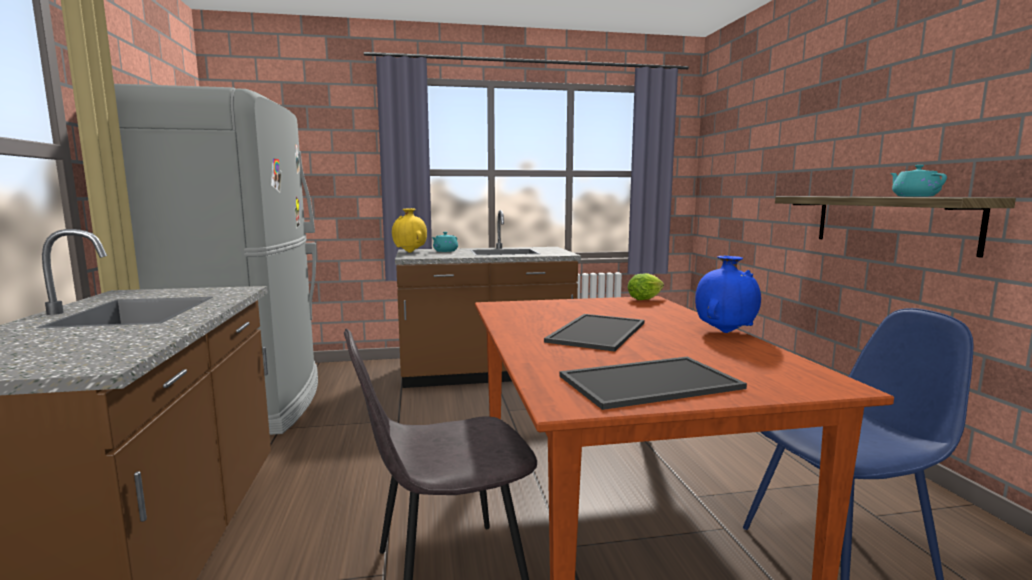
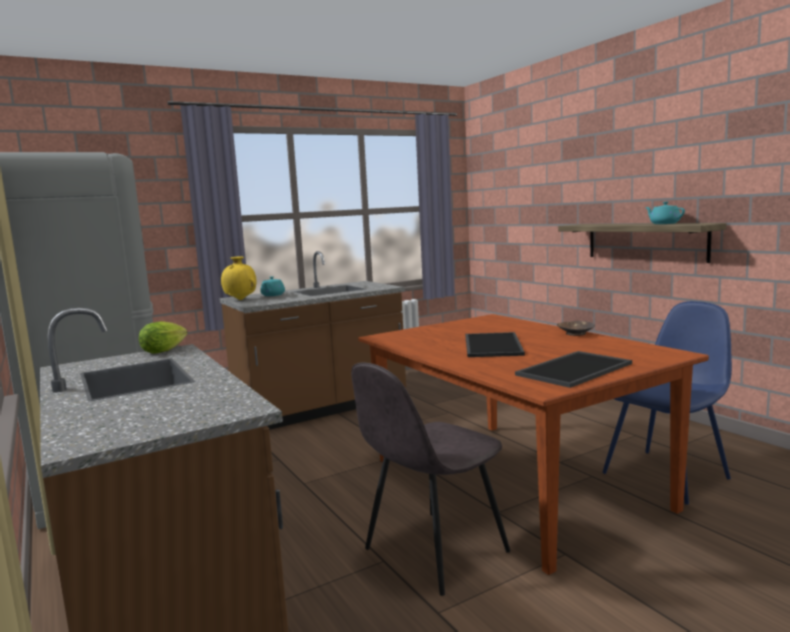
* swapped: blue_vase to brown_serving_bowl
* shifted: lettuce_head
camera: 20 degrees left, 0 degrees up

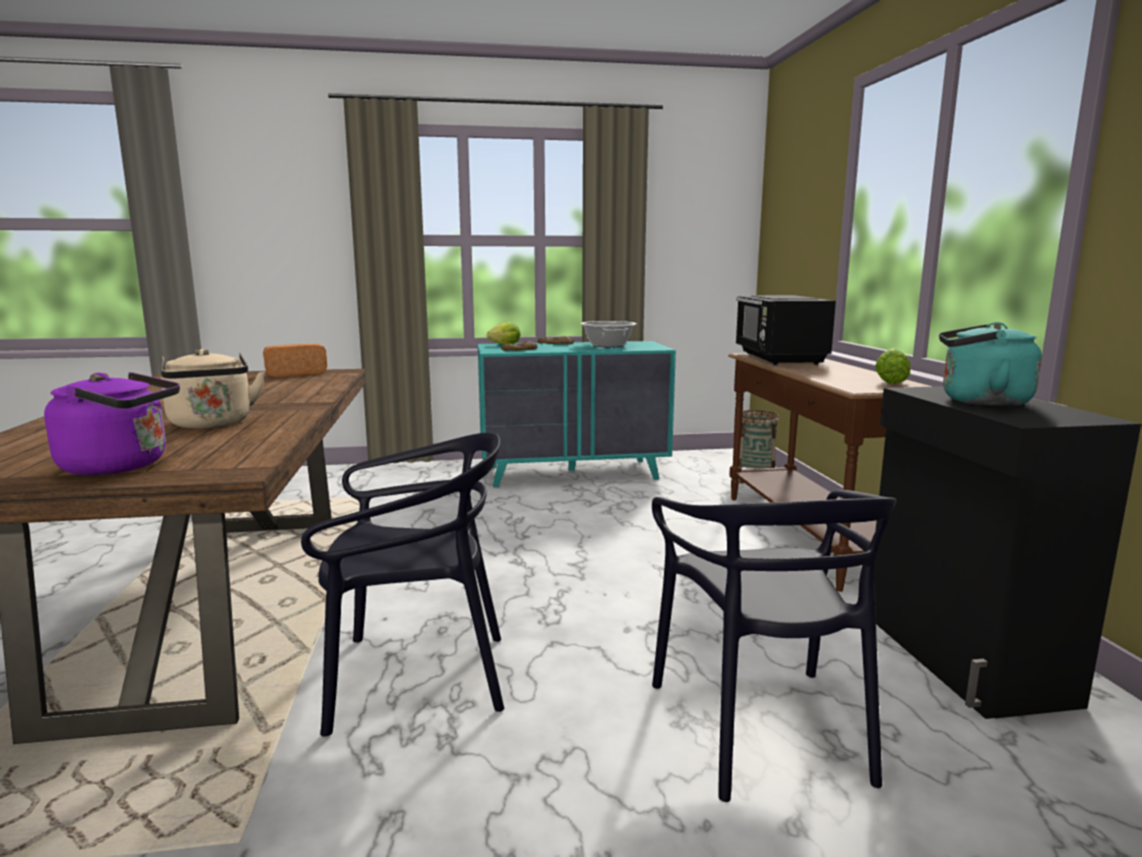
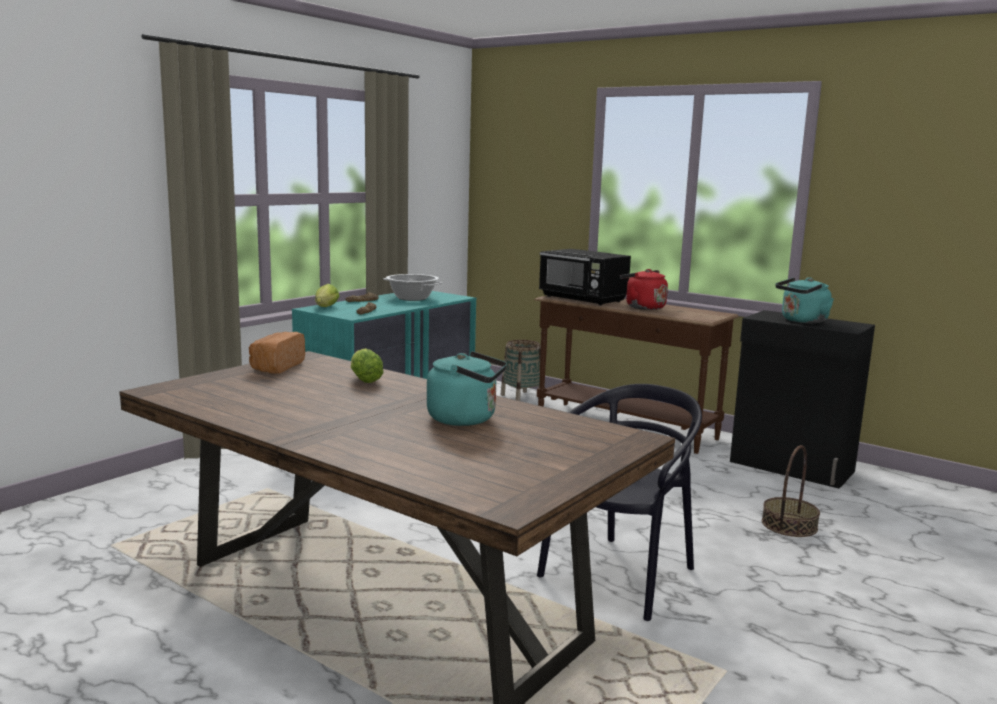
* shifted: lettuce_head (no. 2 from left)
* repainted: beige-coloured_tea_kettle to turquoise-coloured_tea_kettle (no. 1 from left)
* gone: purple-coloured_tea_kettle
* swapped: black-coloured_plain_chair (no. 2 from left) to household_basket (no. 2 from left)
* new: red-coloured_tea_kettle
camera: 45 degrees left, 0 degrees up

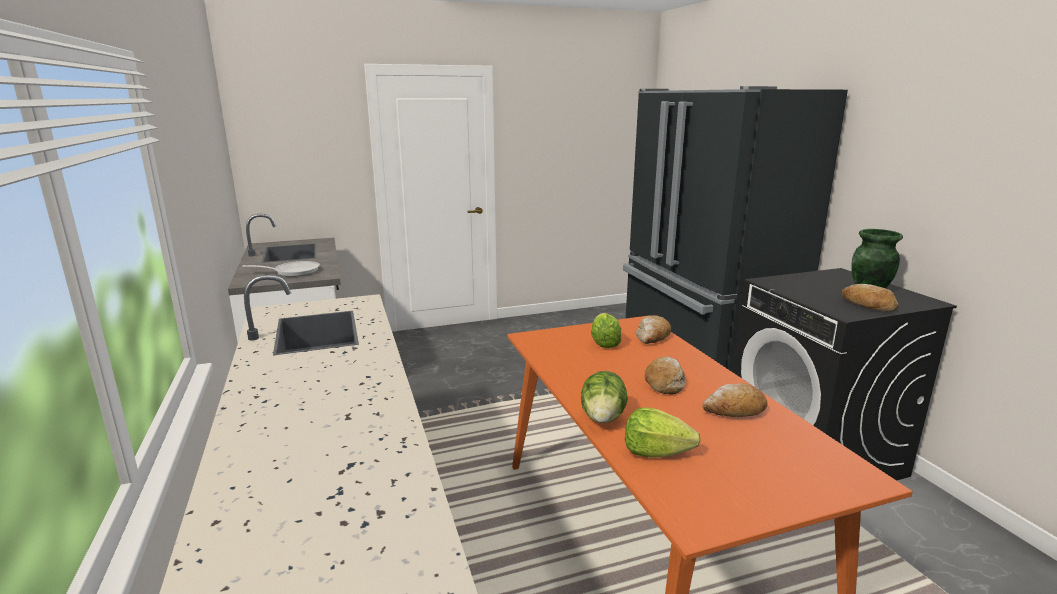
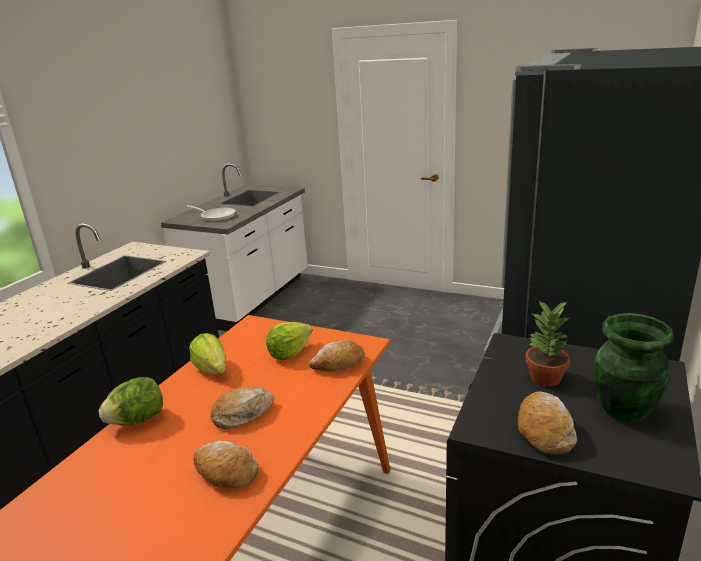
* shifted: lettuce_head (no. 3 from left in the first image) to lettuce_head (no. 2 from left)
* new: potted_plant
camera: 45 degrees right, 5 degrees up

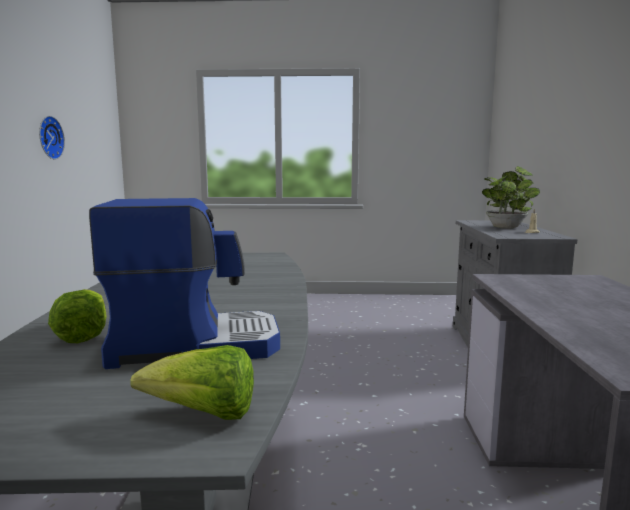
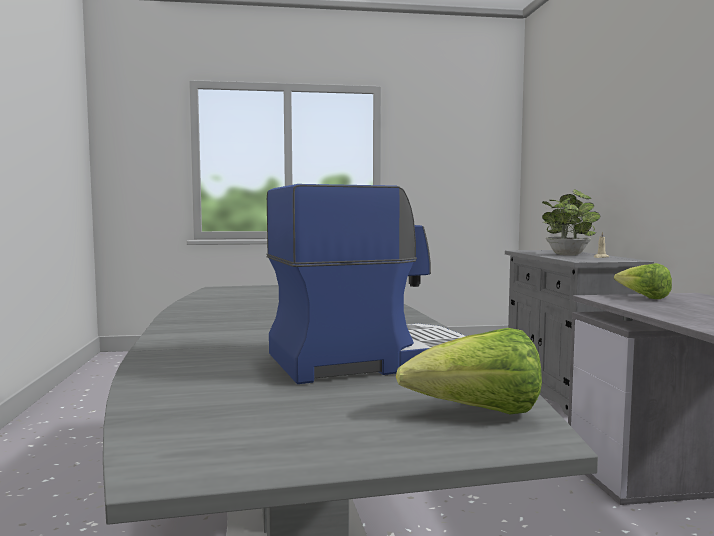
* gone: clock_on_the_wall
* shifted: lettuce_head (no. 1 from left in the first image) to lettuce_head (no. 2 from left)
camera: 10 degrees left, 5 degrees down

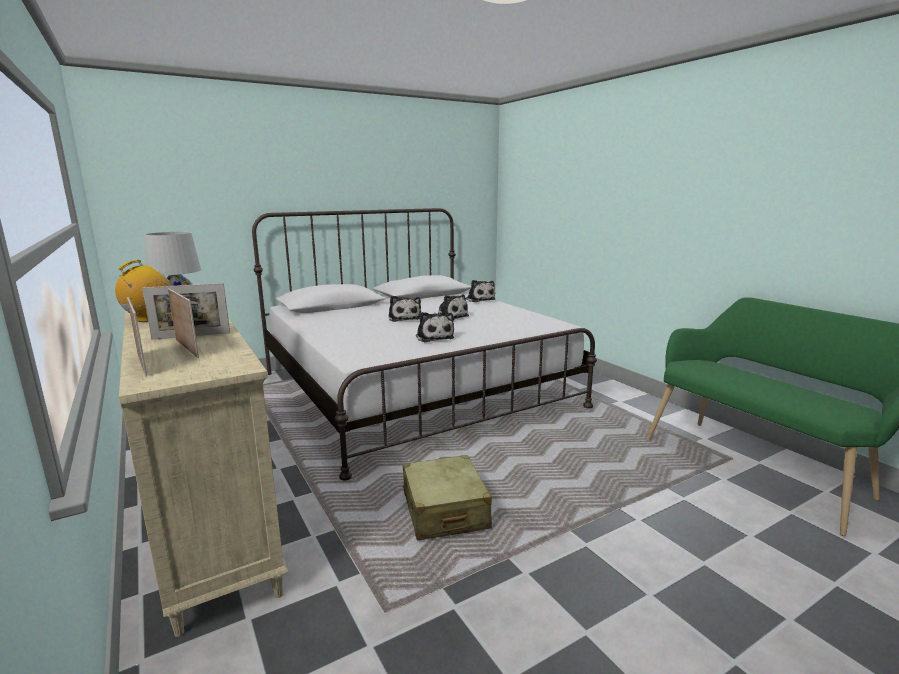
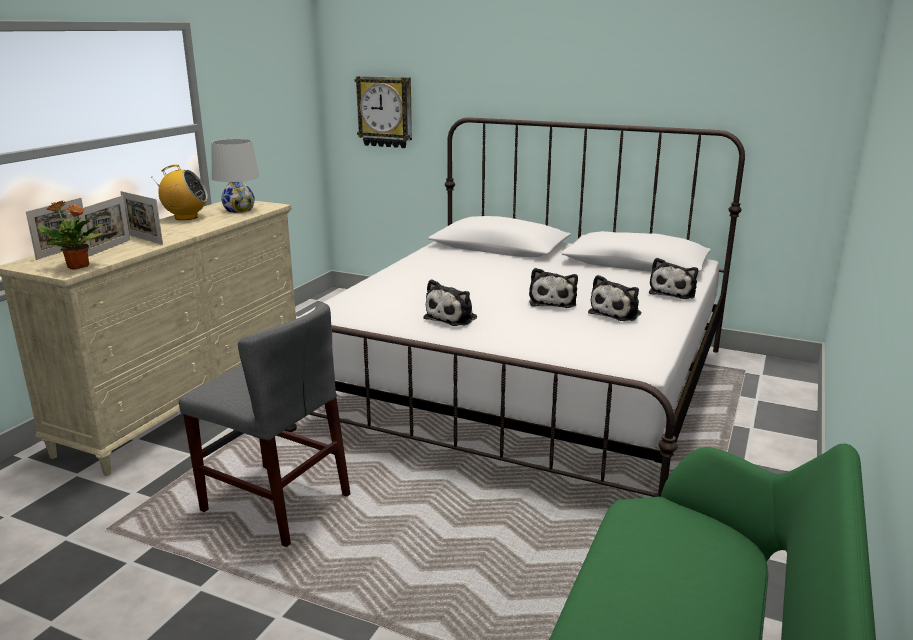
* shifted: cuddly_toy (no. 1 from left in the first image) to cuddly_toy (no. 3 from left)
* swapped: beige-coloured_travel_case to greyish_plain_chair
* new: clock_on_the_wall
* new: potted_plant
camera: 55 degrees right, 5 degrees up

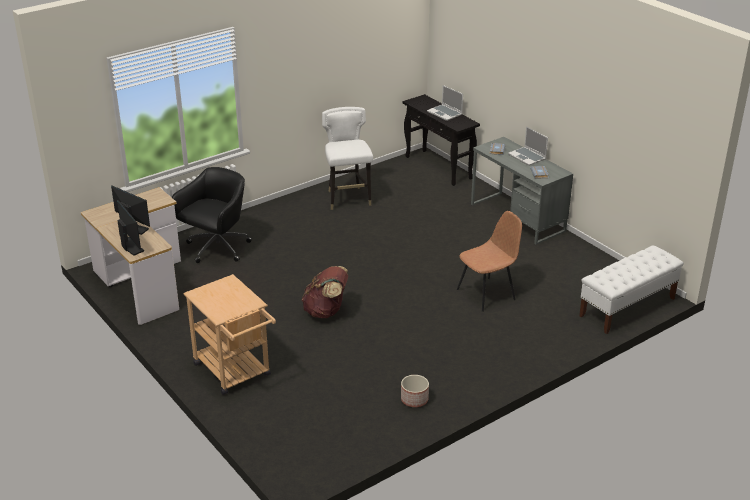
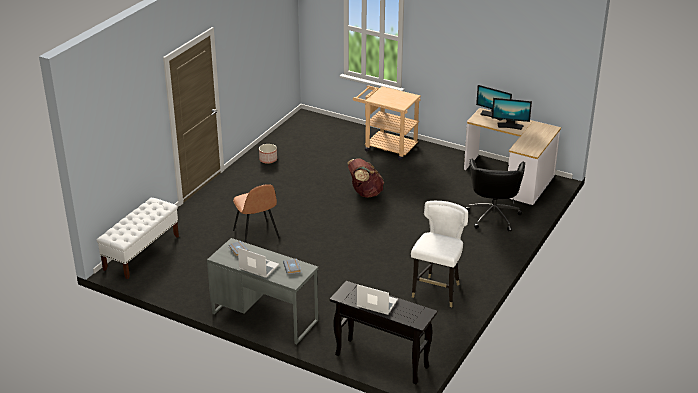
* rotated: white_plain_chair 120 degrees counterclockwise
* rotated: brown_plain_chair 60 degrees counterclockwise
camera: 155 degrees right, 0 degrees up

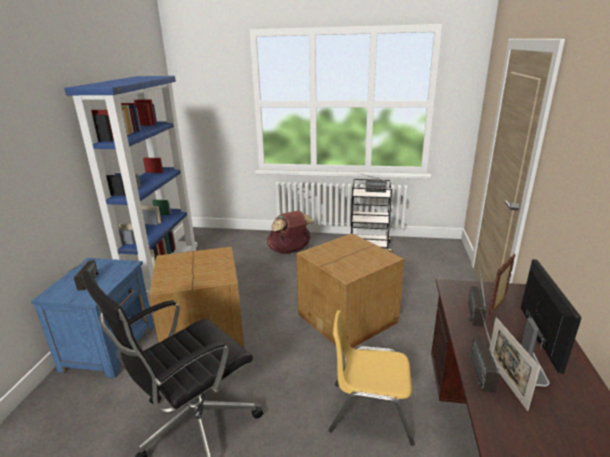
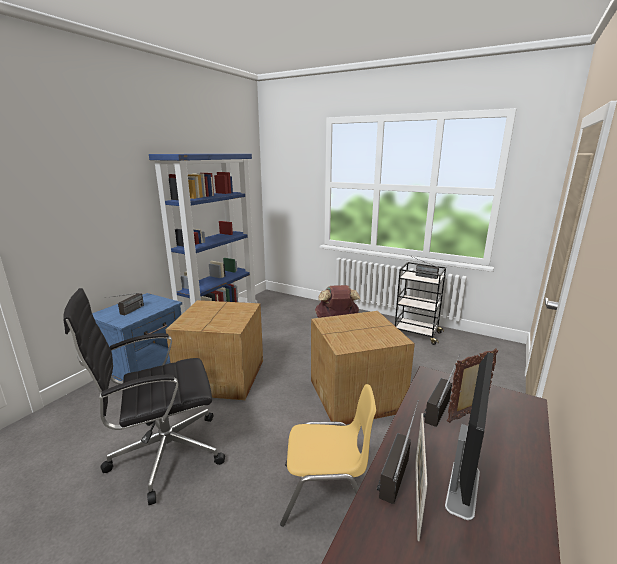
* rotated: yellow_plain_chair 150 degrees clockwise
camera: 20 degrees right, 5 degrees down

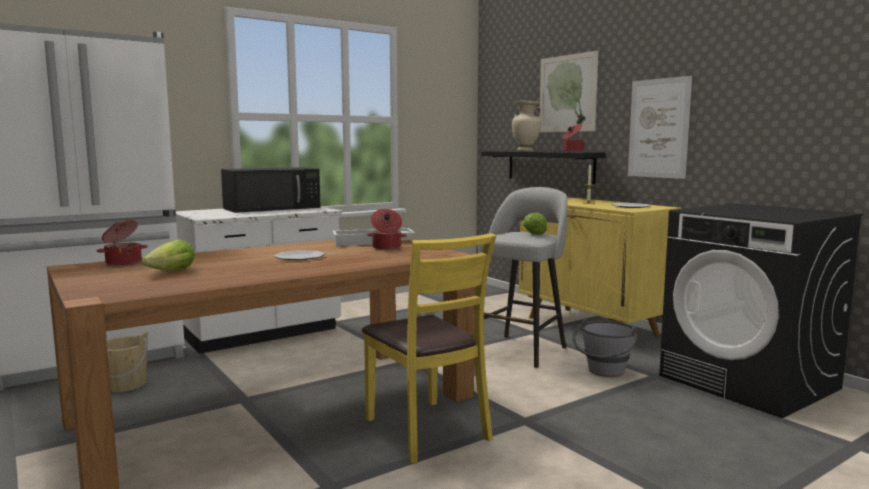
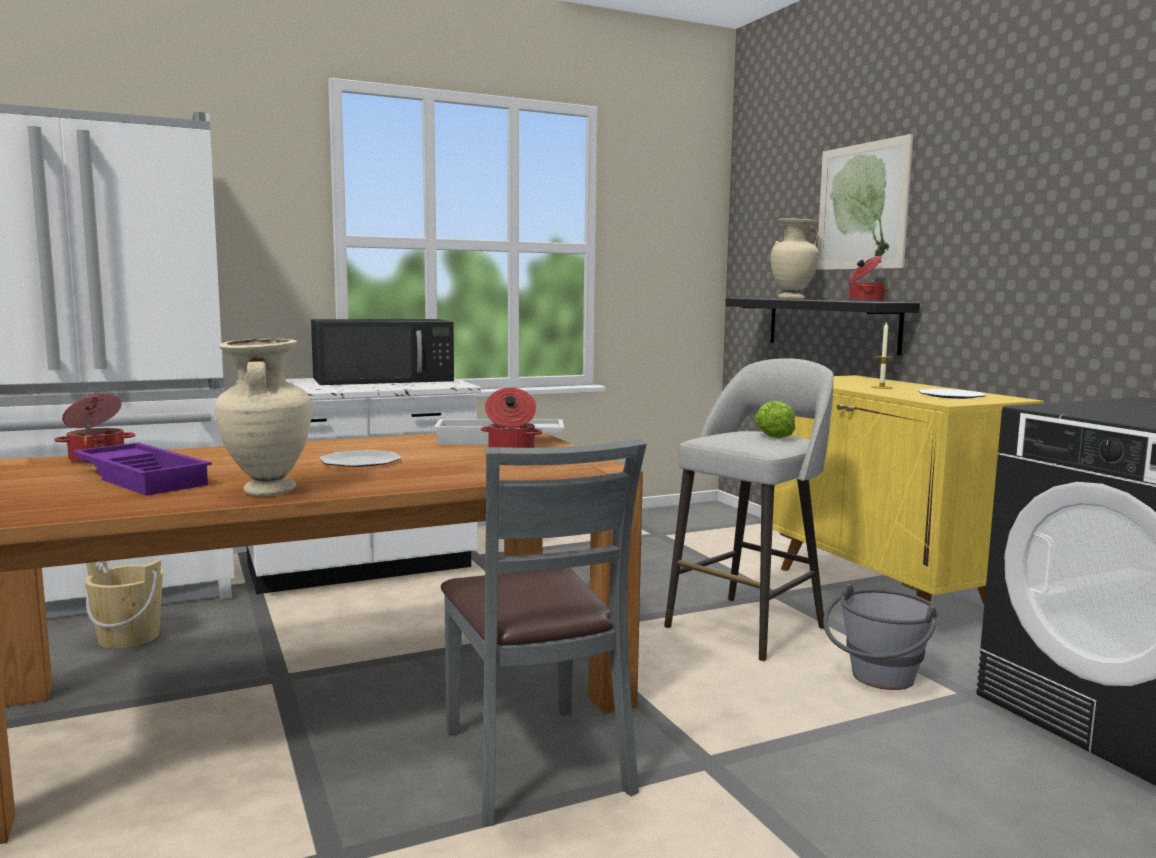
* gone: picture (no. 2 from left)
* repainted: yellow_plain_chair to greyish_plain_chair
* swapped: lettuce_head (no. 1 from left) to purple-coloured_serving_tray
* new: beige-coloured_vase (no. 1 from left)
camera: 10 degrees right, 0 degrees up

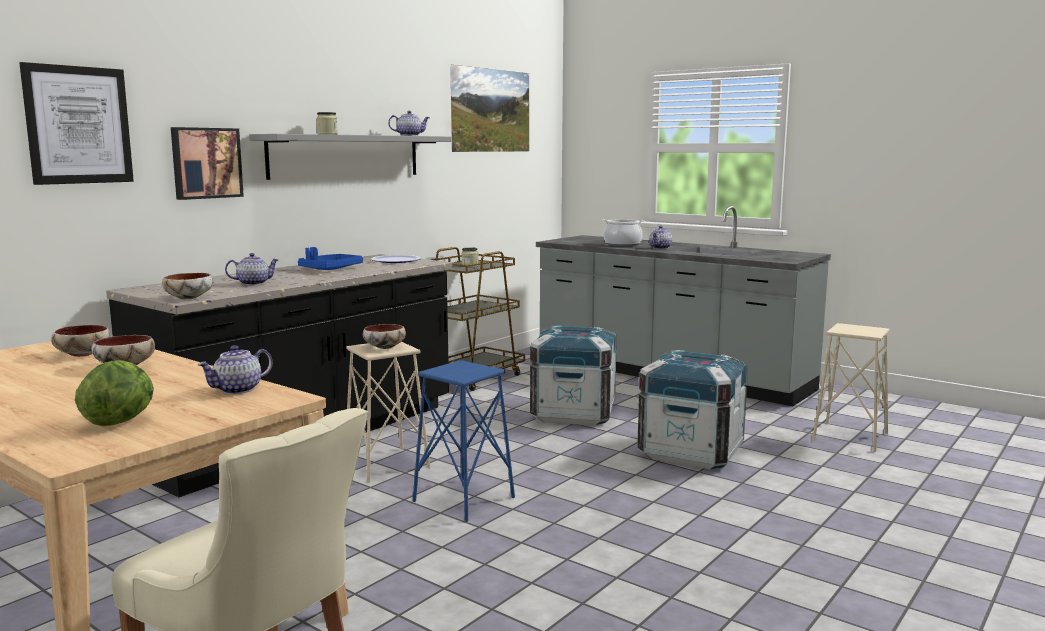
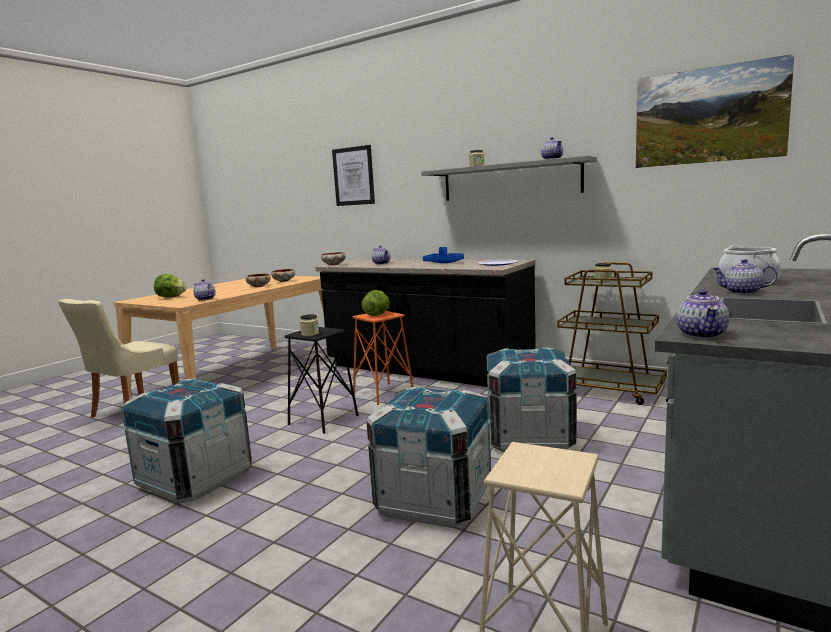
* gone: picture (no. 2 from left)
* swapped: serving_bowl (no. 4 from left) to lettuce_head (no. 2 from left)
* repainted: beige-coloured_stool (no. 1 from left) to orange-coloured_stool
* repainted: blue_stool to black-coloured_stool
* new: tea_pot (no. 4 from left)
* new: storage_jar (no. 1 from left)
* new: packing_crate (no. 1 from left)
camera: 85 degrees right, 0 degrees up

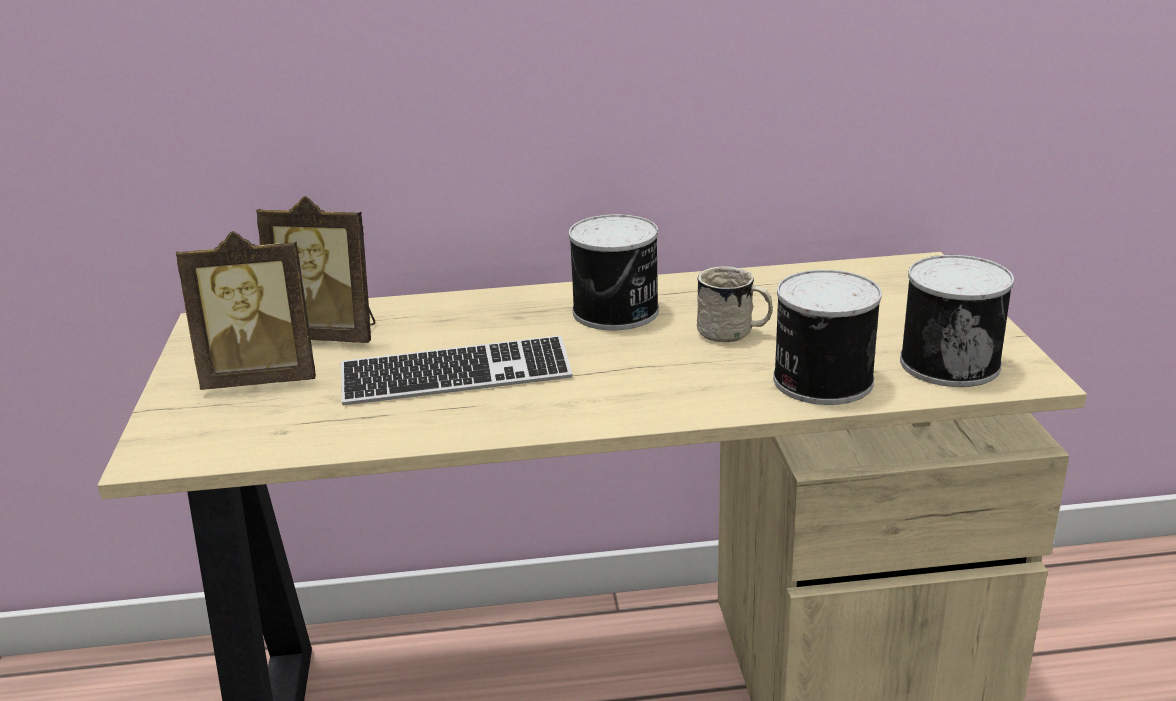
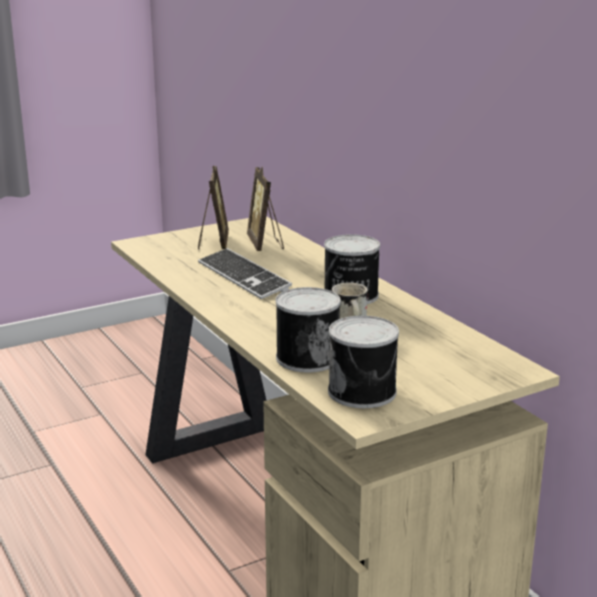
* rotated: photo_frame (no. 1 from left) 150 degrees counterclockwise
camera: 65 degrees right, 5 degrees down

